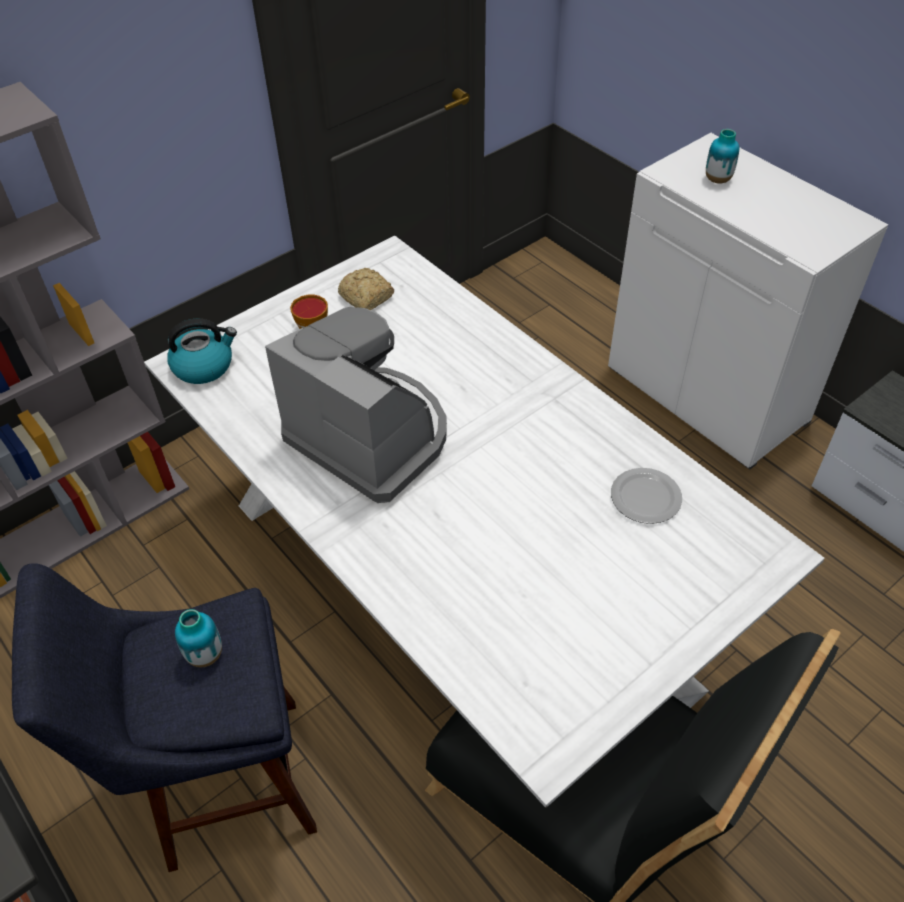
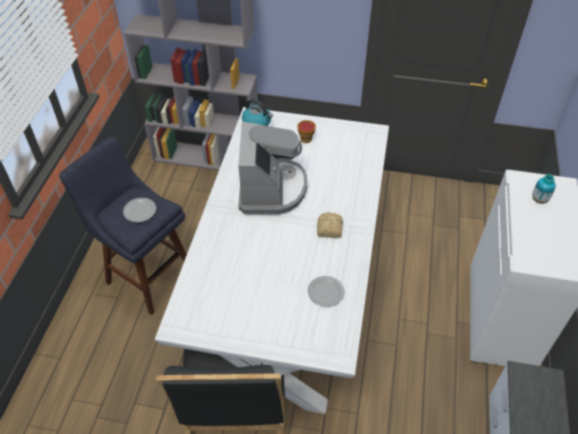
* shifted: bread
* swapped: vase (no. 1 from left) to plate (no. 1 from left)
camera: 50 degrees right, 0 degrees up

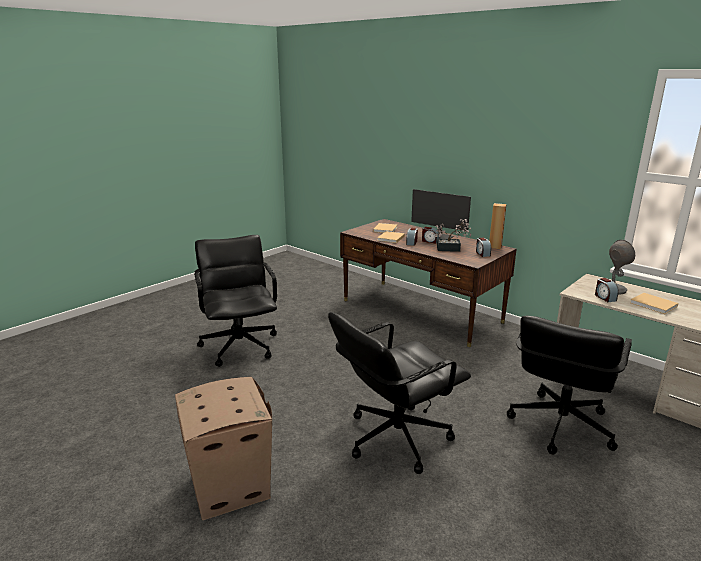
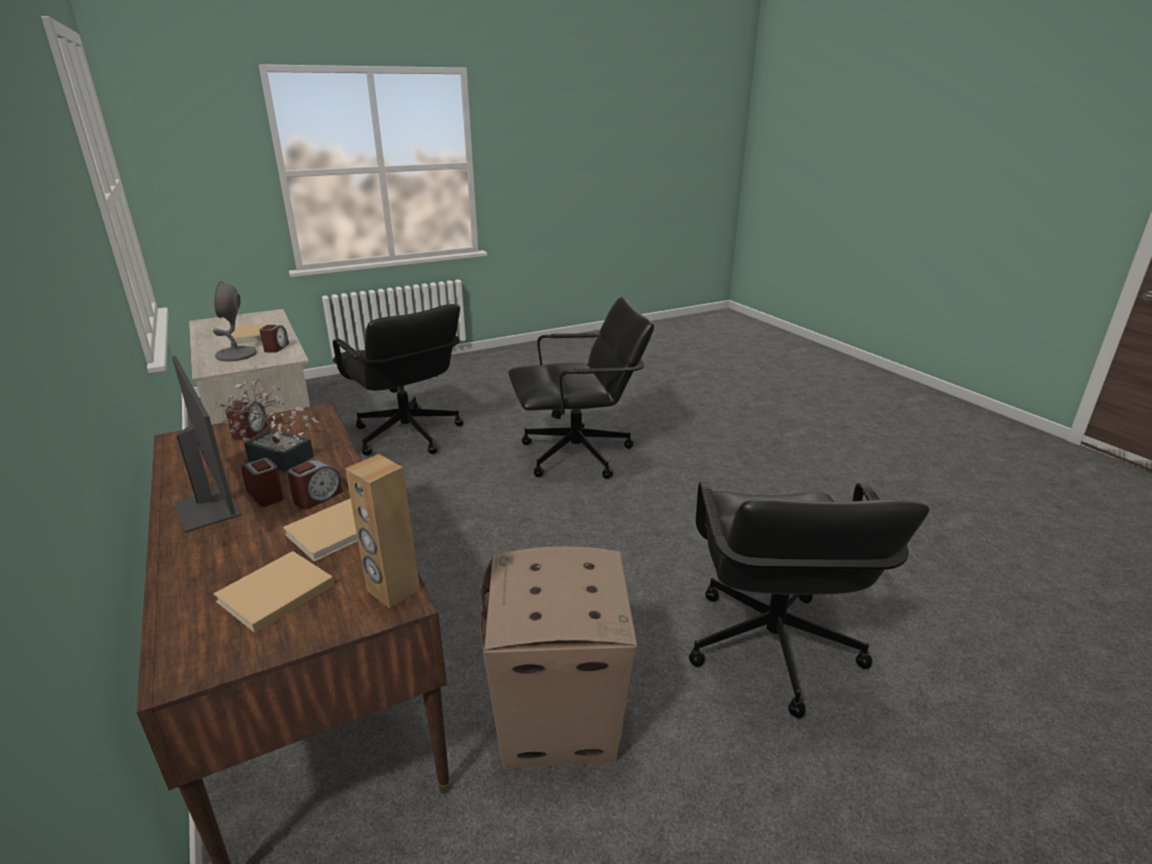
* shifted: brown_speaker
* rotated: black-coloured_office_chair (no. 3 from left in the first image) 90 degrees clockwise
* shifted: cardboard_box
camera: 160 degrees left, 5 degrees up

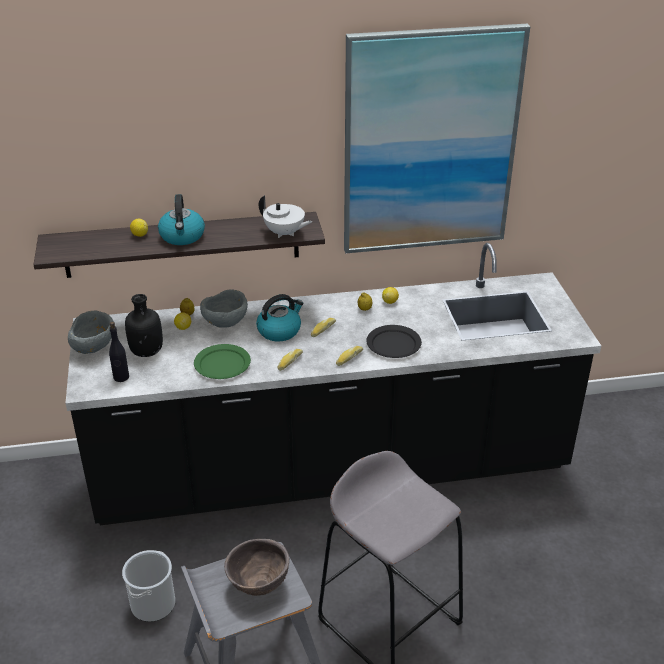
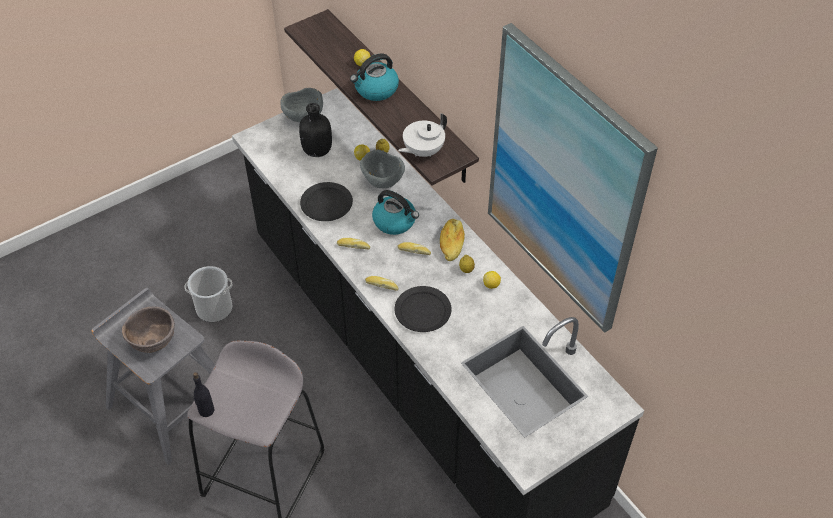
* rotated: white_tea_pot 45 degrees clockwise
* shifted: black-coloured_drink_bottle (no. 1 from left)
* repainted: greenish_plate to black-coloured_plate (no. 1 from left)
* new: bread (no. 4 from left)
camera: 65 degrees right, 15 degrees up

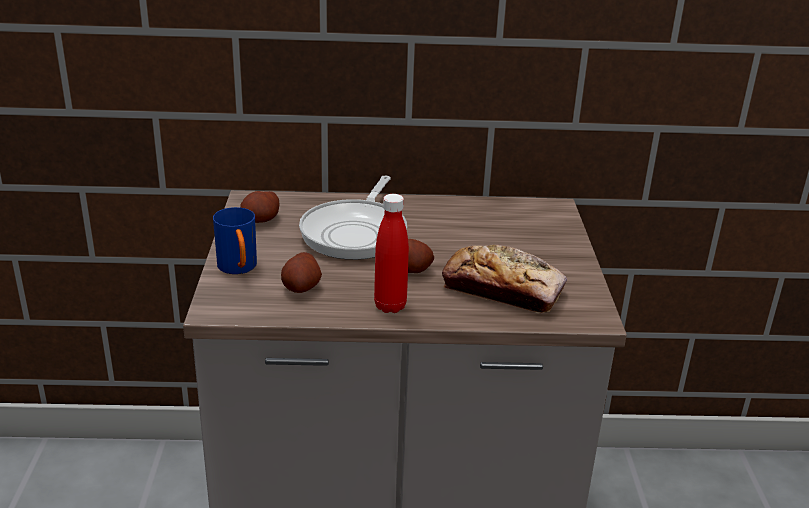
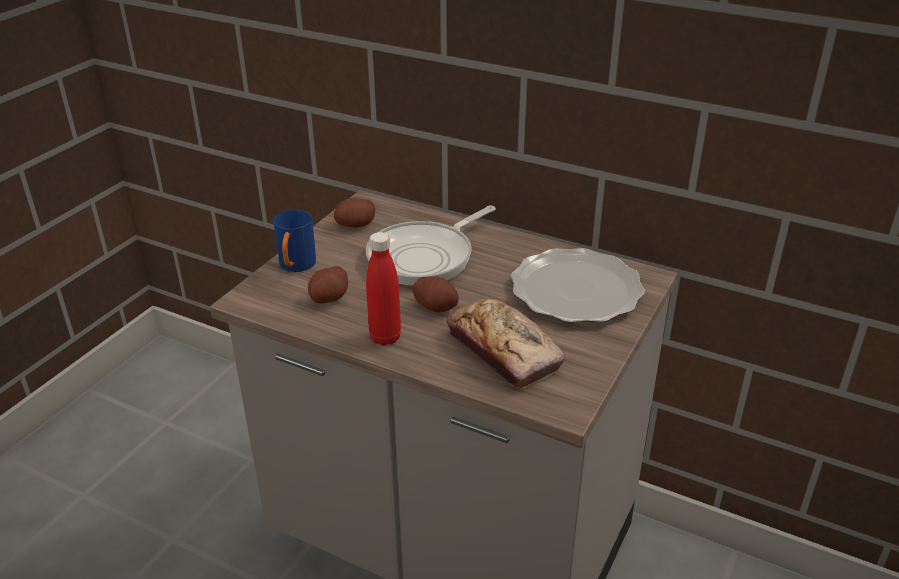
* new: plate
camera: 30 degrees right, 5 degrees up

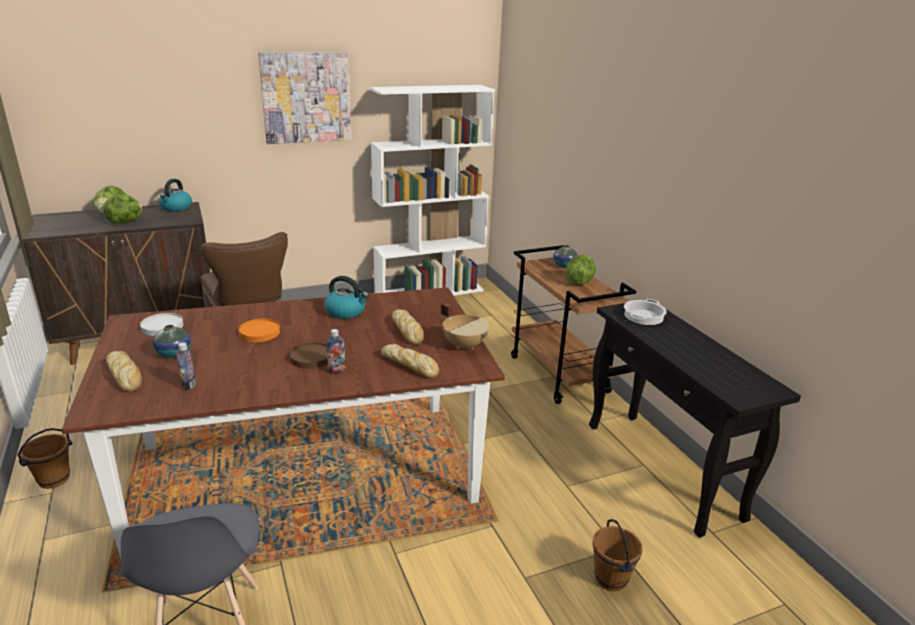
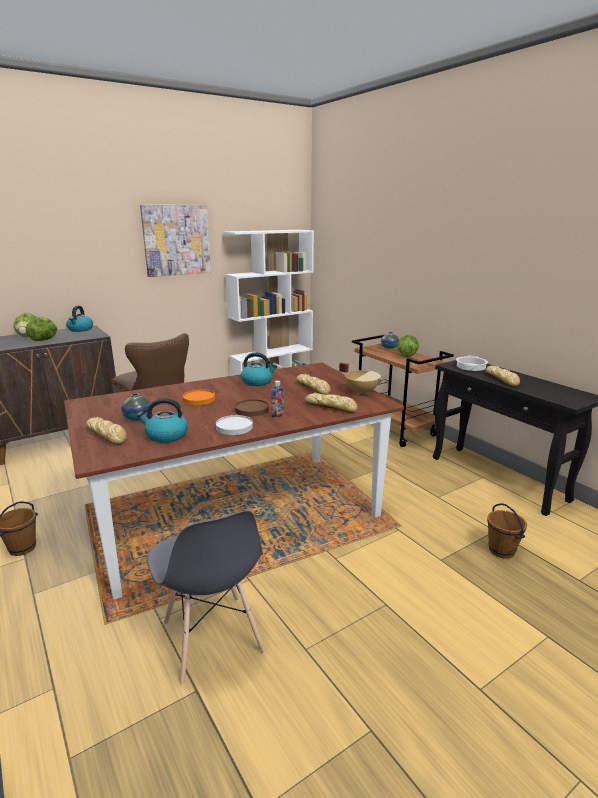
* shifted: white_plate
* swapped: drink_bottle (no. 1 from left) to tea_kettle (no. 2 from left)
* new: bread (no. 4 from left)
camera: 10 degrees left, 5 degrees down

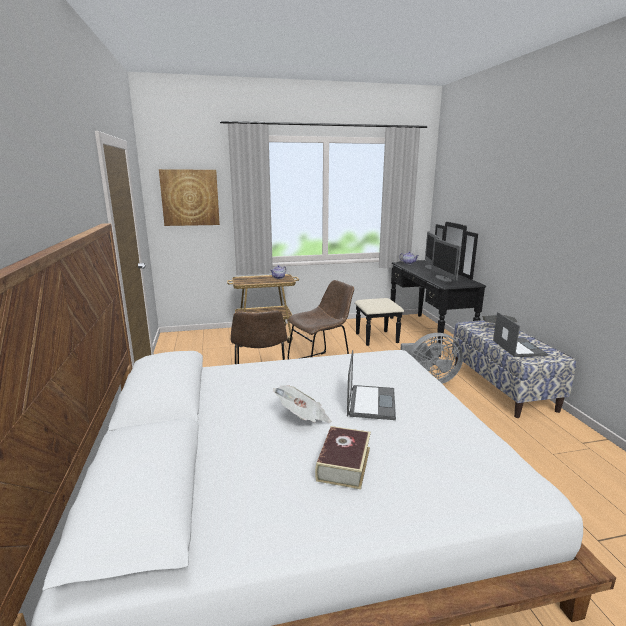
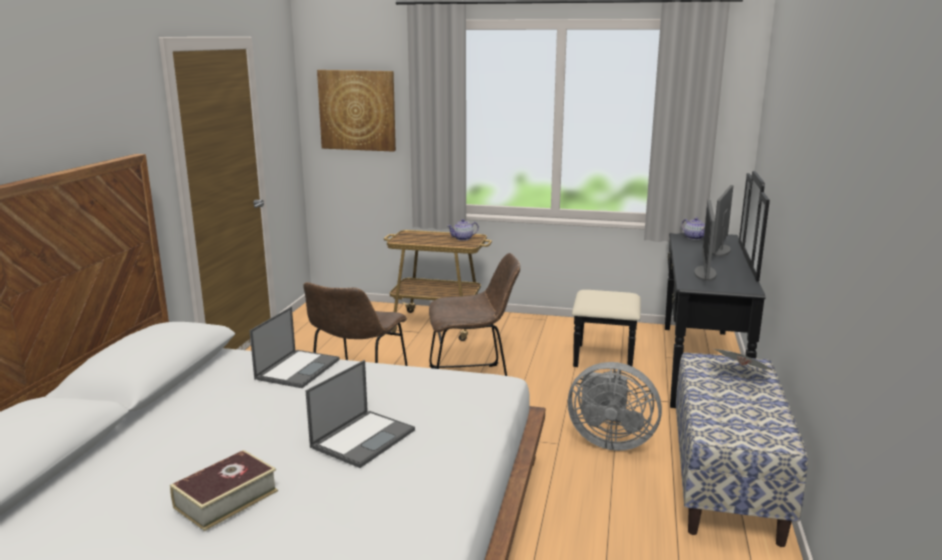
* shifted: notebook_computer (no. 2 from left in the first image) to notebook_computer (no. 1 from left)
* gone: newspaper (no. 1 from left)
camera: 25 degrees right, 0 degrees up

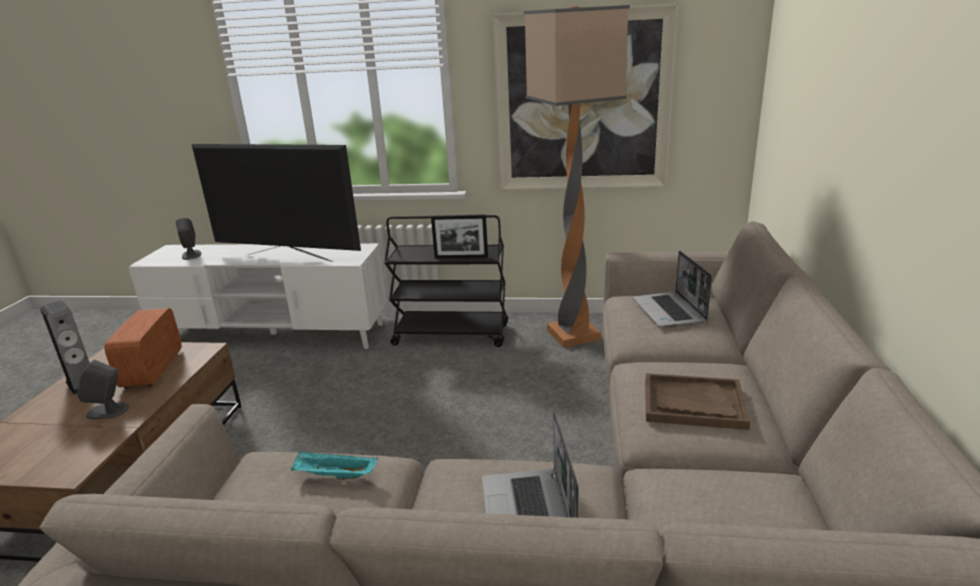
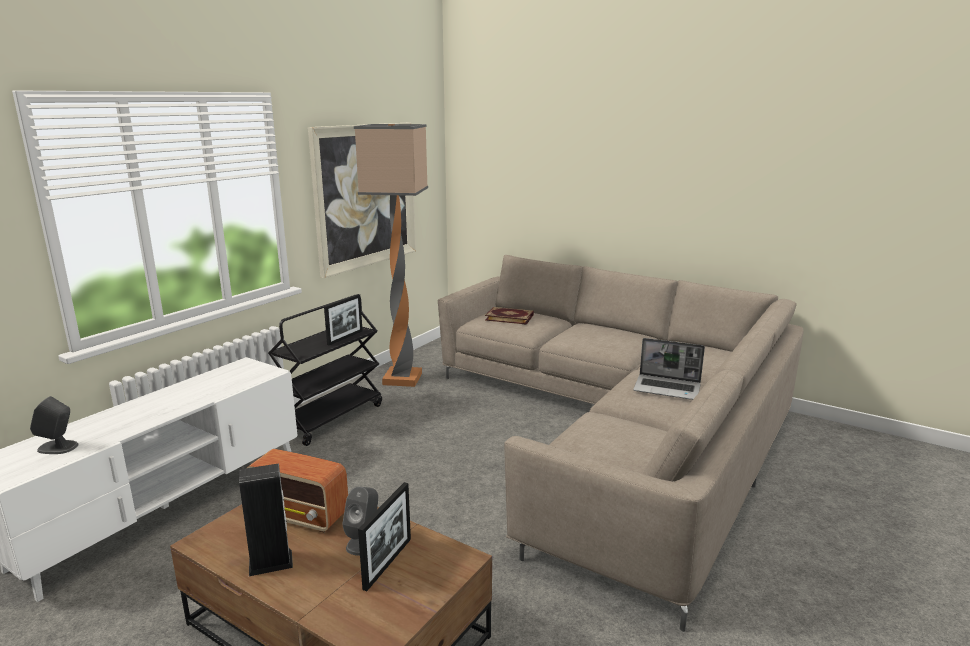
* gone: television
* swapped: notebook_computer (no. 2 from left) to volume
* gone: brown_serving_tray
* gone: turquoise-coloured_serving_tray
* new: photo_frame (no. 2 from left)
camera: 65 degrees left, 5 degrees down

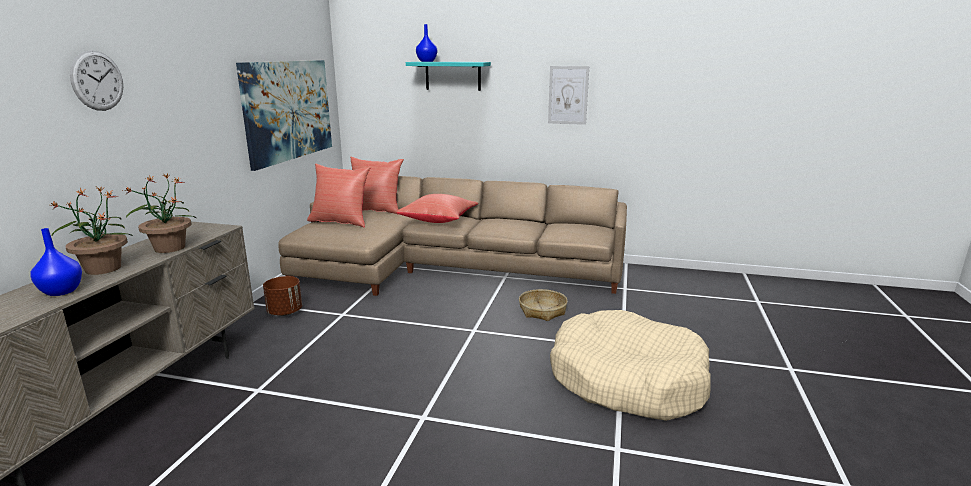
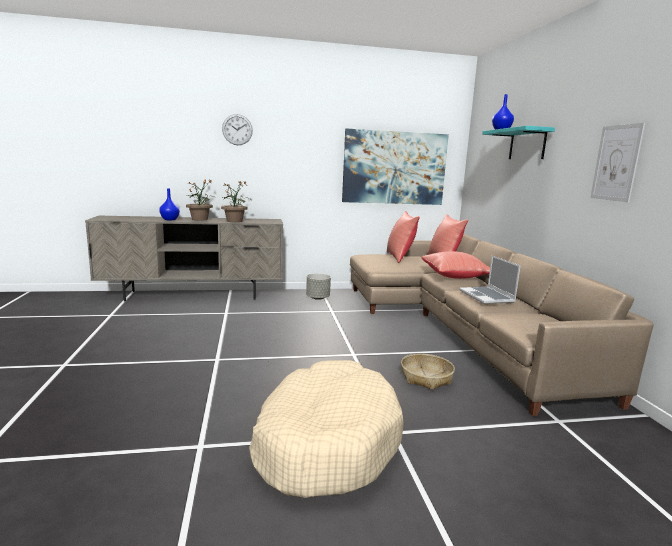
* repainted: brown_flower_pot to greyish_flower_pot
* new: notebook_computer
camera: 65 degrees right, 5 degrees down

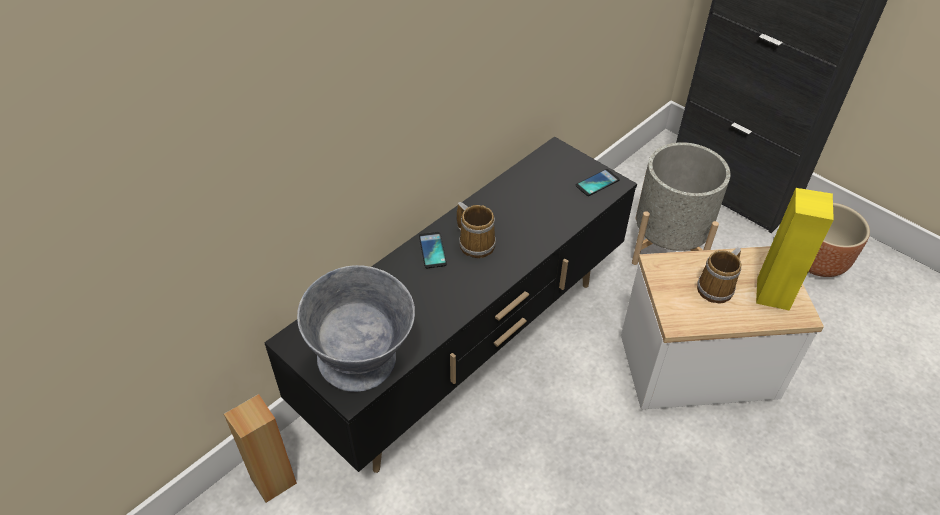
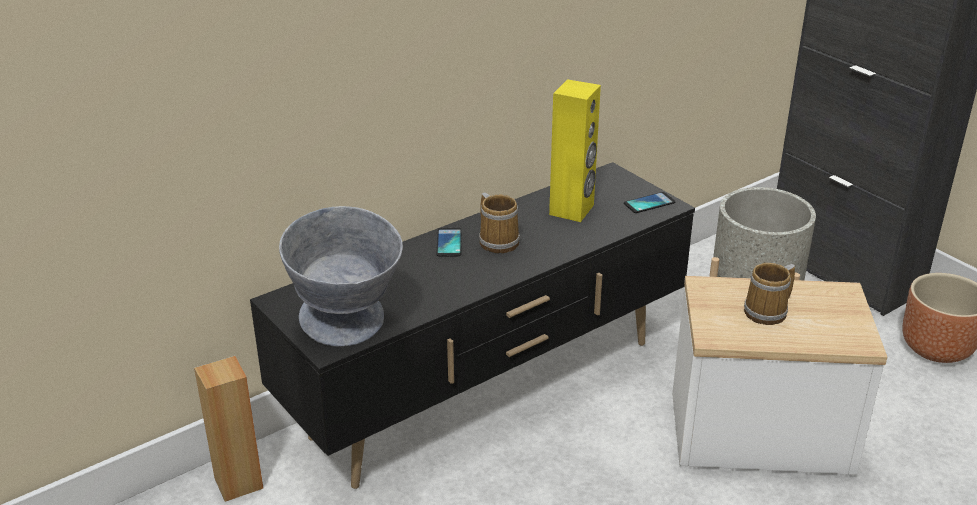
* shifted: yellow_speaker
camera: 10 degrees right, 15 degrees down

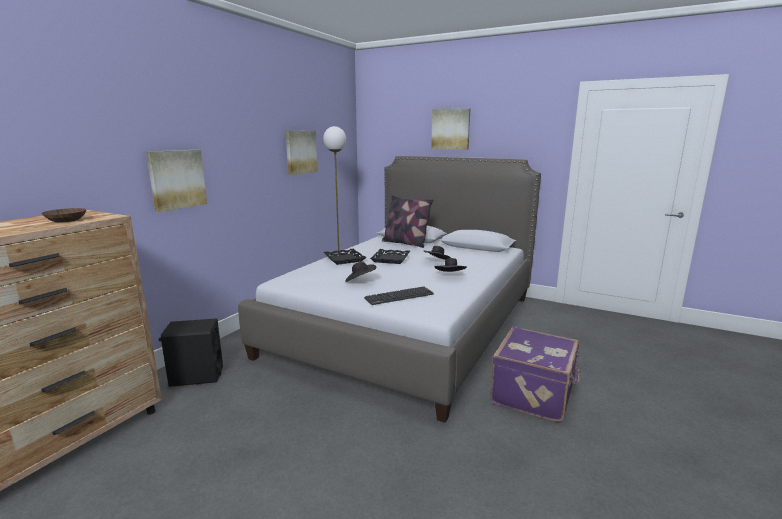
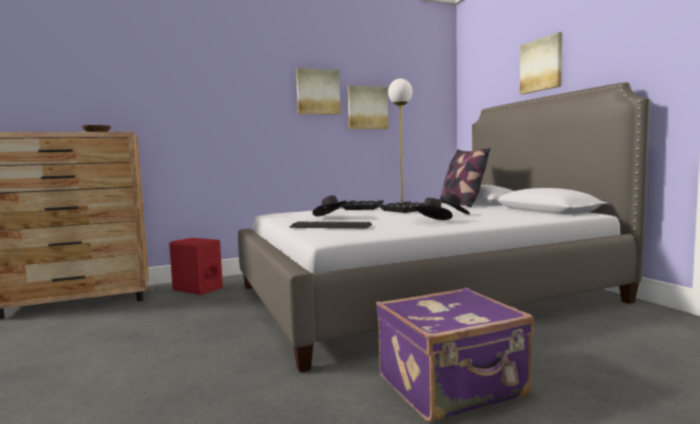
* shifted: picture (no. 1 from left)
* repainted: black-coloured_speaker to red-coloured_speaker
camera: 40 degrees right, 10 degrees down

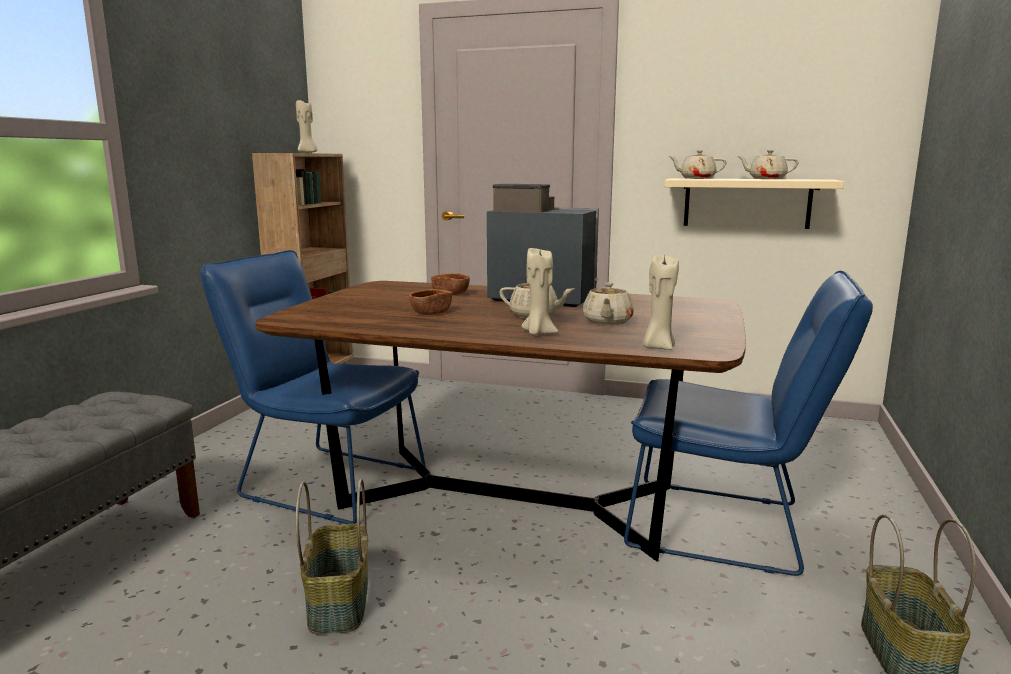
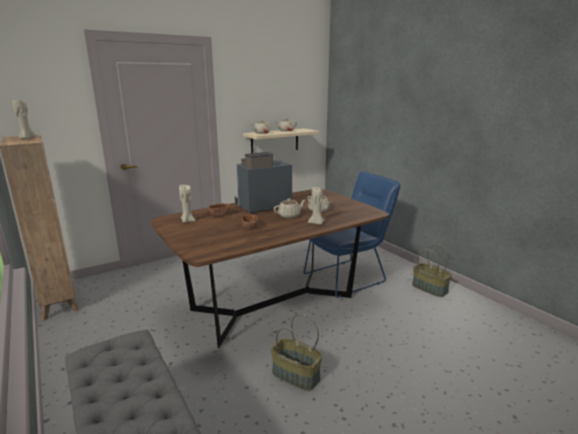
* gone: blue_plain_chair (no. 1 from left)
* shifted: beige-coloured_wax_light (no. 3 from left in the first image) to beige-coloured_wax_light (no. 2 from left)
camera: 50 degrees left, 5 degrees up

